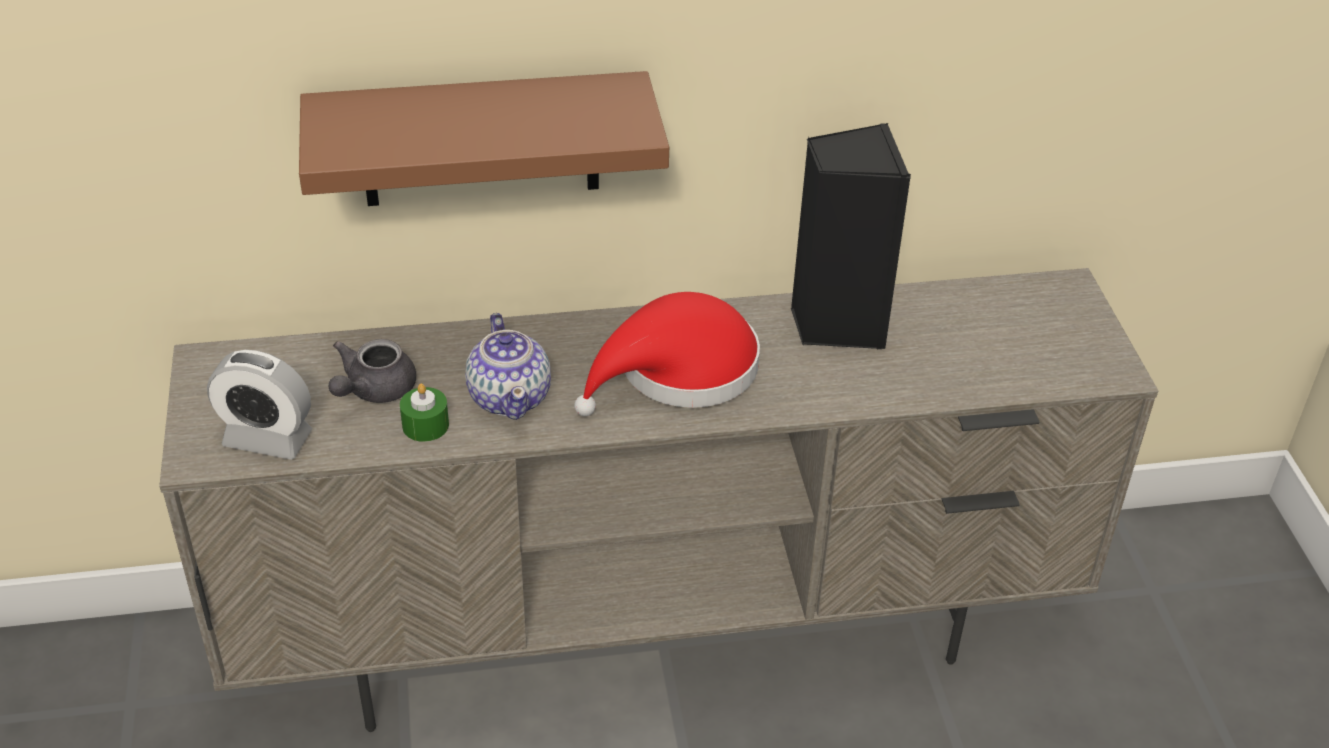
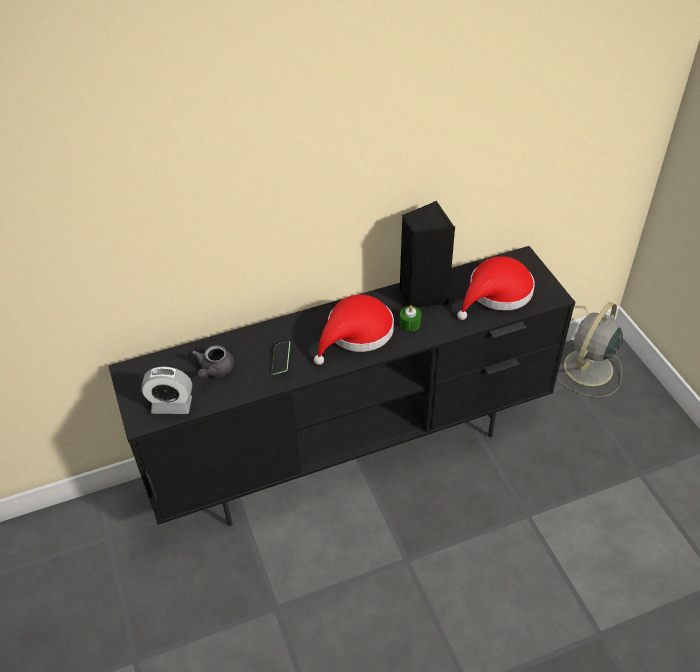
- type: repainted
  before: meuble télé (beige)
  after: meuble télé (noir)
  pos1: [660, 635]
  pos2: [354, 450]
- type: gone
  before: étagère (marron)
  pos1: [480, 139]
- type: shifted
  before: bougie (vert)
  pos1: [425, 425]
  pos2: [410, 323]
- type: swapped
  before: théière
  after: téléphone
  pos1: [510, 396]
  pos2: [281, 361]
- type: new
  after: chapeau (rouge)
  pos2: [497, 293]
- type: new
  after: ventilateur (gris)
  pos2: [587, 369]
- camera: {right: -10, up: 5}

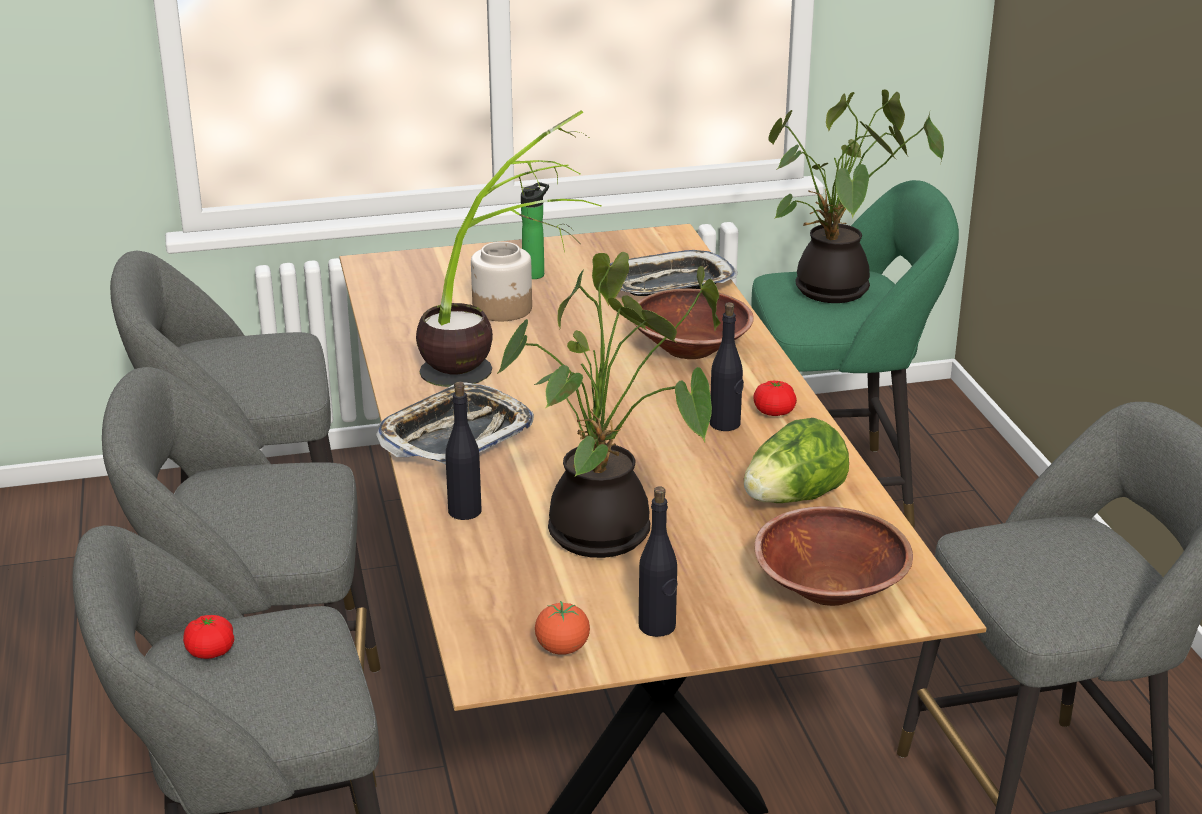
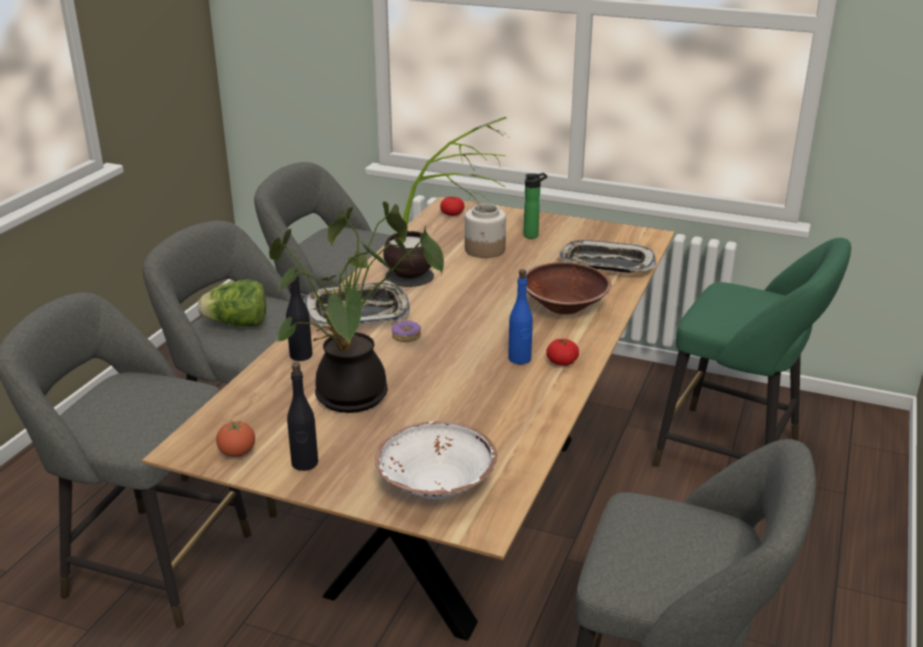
- type: shifted
  before: tomate
  pos1: [211, 651]
  pos2: [452, 214]
- type: repainted
  before: bouteille (noir)
  after: bouteille (bleu)
  pos1: [725, 424]
  pos2: [519, 359]
- type: shifted
  before: laitue
  pos1: [793, 499]
  pos2: [237, 324]
- type: repainted
  before: bol (marron)
  after: bol (blanc)
  pos1: [830, 588]
  pos2: [437, 485]
- type: gone
  before: plante en pot
  pos1: [834, 293]
- type: new
  after: beignet
  pos2: [406, 336]
- camera: {right: 35, up: 0}

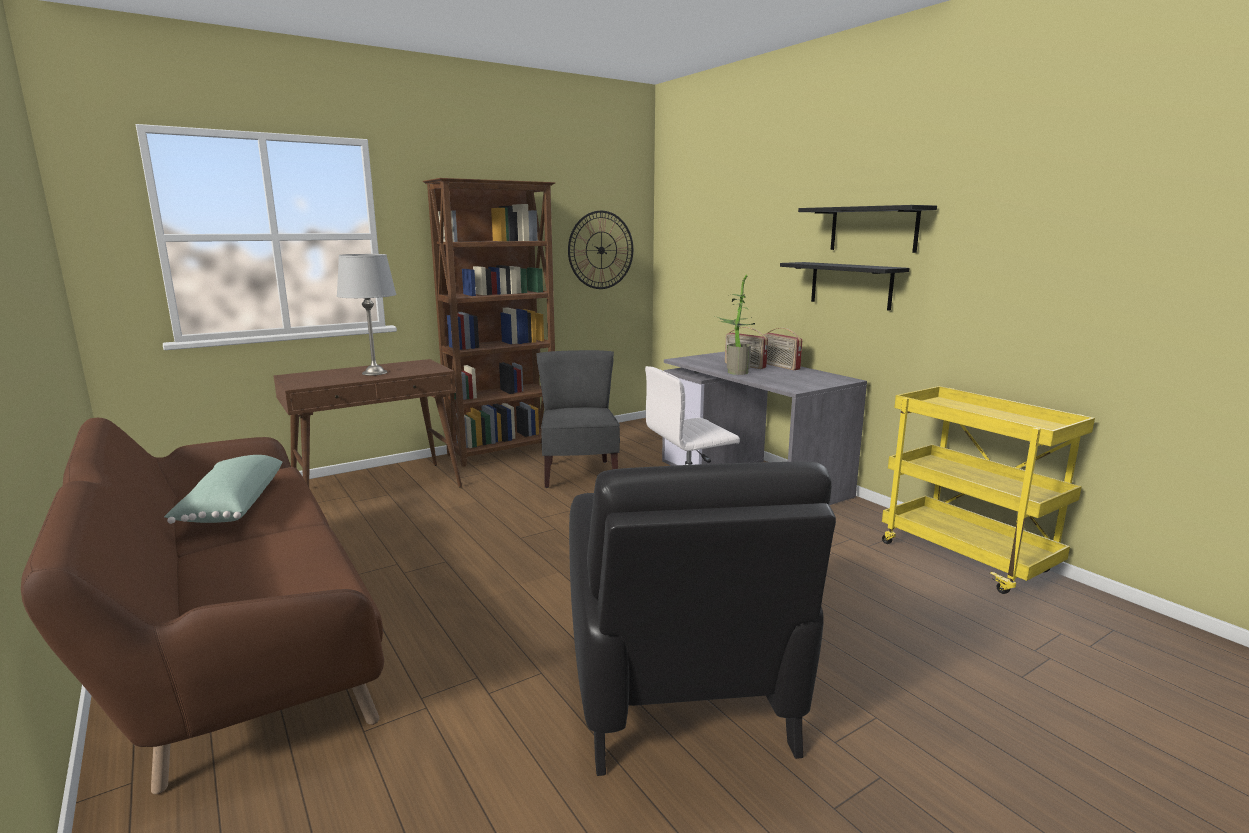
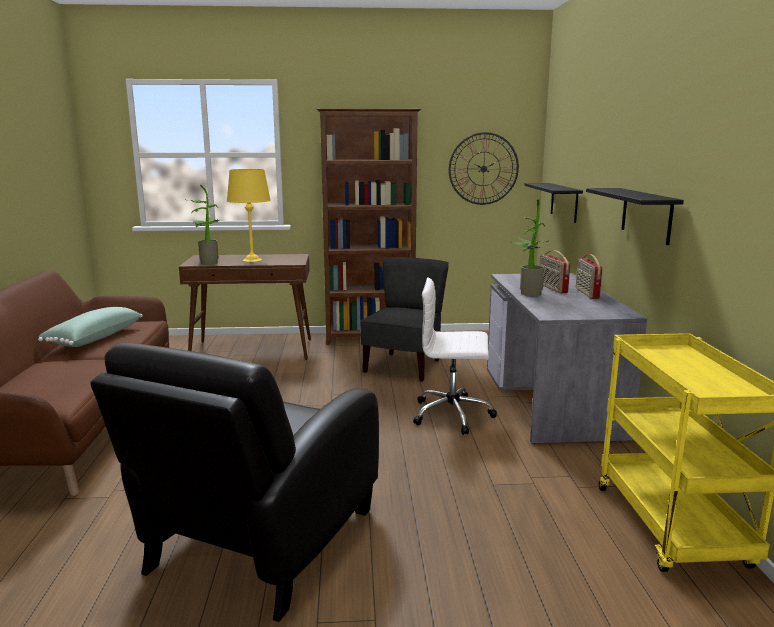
- type: repainted
  before: lampe de table (gris)
  after: lampe de table (jaune)
  pos1: [375, 373]
  pos2: [252, 260]
- type: shifted
  before: étagère (noir)
  pos1: [873, 229]
  pos2: [564, 202]
- type: new
  after: plante en pot
  pos2: [208, 262]
- camera: {right: 30, up: 0}

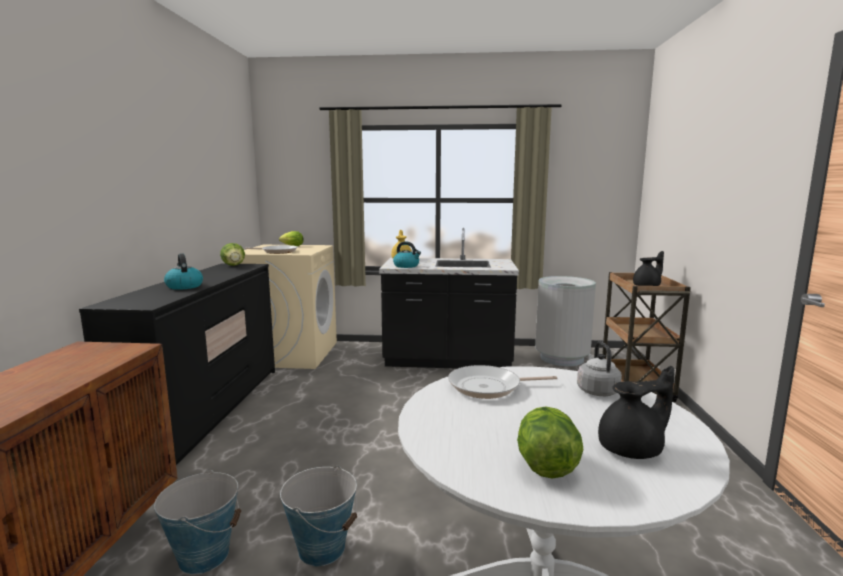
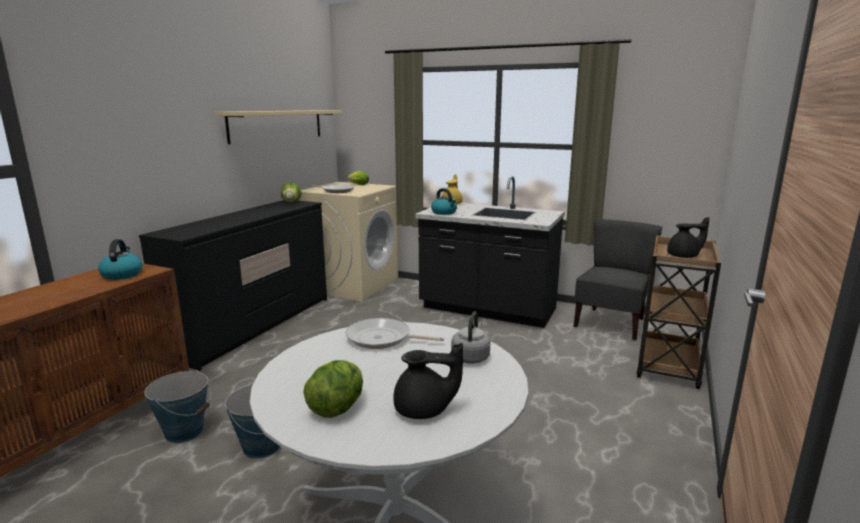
- type: shifted
  before: bouilloire
  pos1: [184, 286]
  pos2: [122, 274]
- type: swapped
  before: poubelle (gris)
  after: chaise (gris)
  pos1: [562, 358]
  pos2: [611, 323]
- type: new
  after: étagère (beige)
  pos2: [277, 125]
- camera: {right: 20, up: 5}

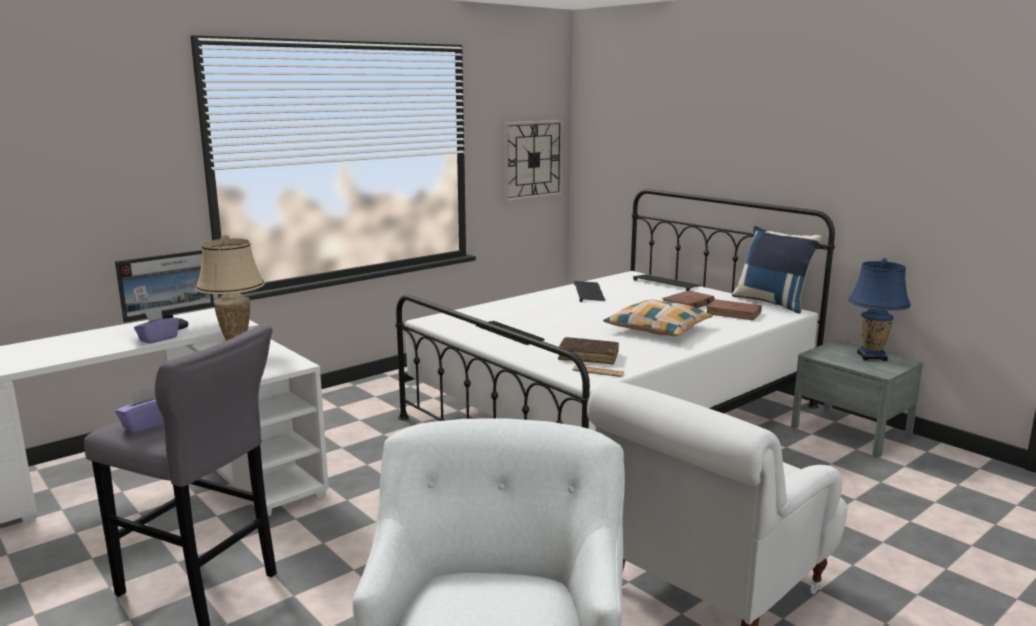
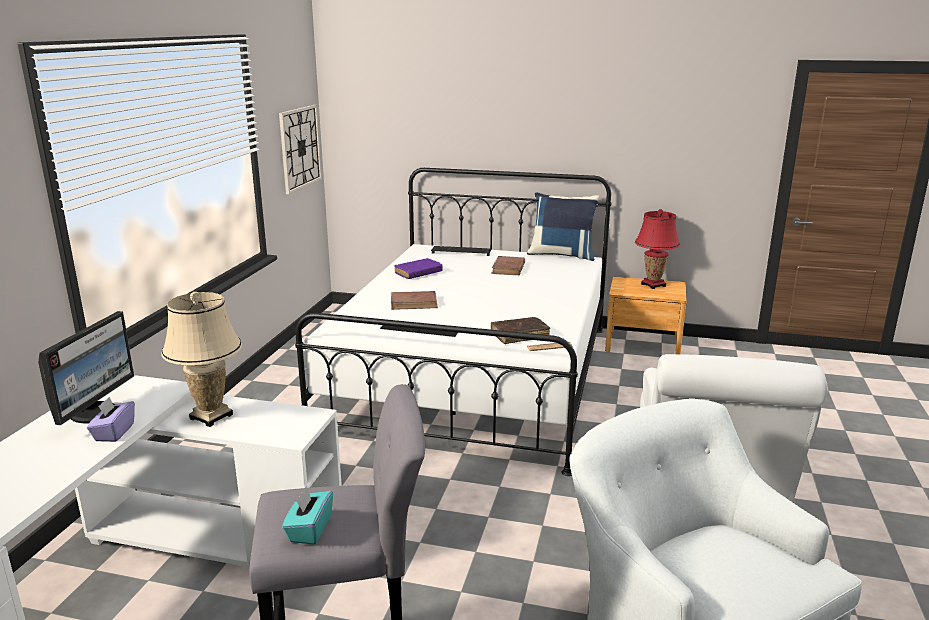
- type: repainted
  before: boîte à mouchoirs (violet)
  after: boîte à mouchoirs (turquoise)
  pos1: [147, 425]
  pos2: [309, 530]
- type: swapped
  before: clavier
  after: livre (violet)
  pos1: [589, 293]
  pos2: [418, 273]
- type: gone
  before: coussin
  pos1: [658, 329]
- type: shifted
  before: livre (marron)
  pos1: [733, 313]
  pos2: [414, 303]
- type: repainted
  before: table de chevet (gris)
  after: table de chevet (marron)
  pos1: [850, 431]
  pos2: [643, 344]
- type: repainted
  before: lampe de table (bleu)
  after: lampe de table (rouge)
  pos1: [872, 357]
  pos2: [653, 285]
- camera: {right: -35, up: 5}

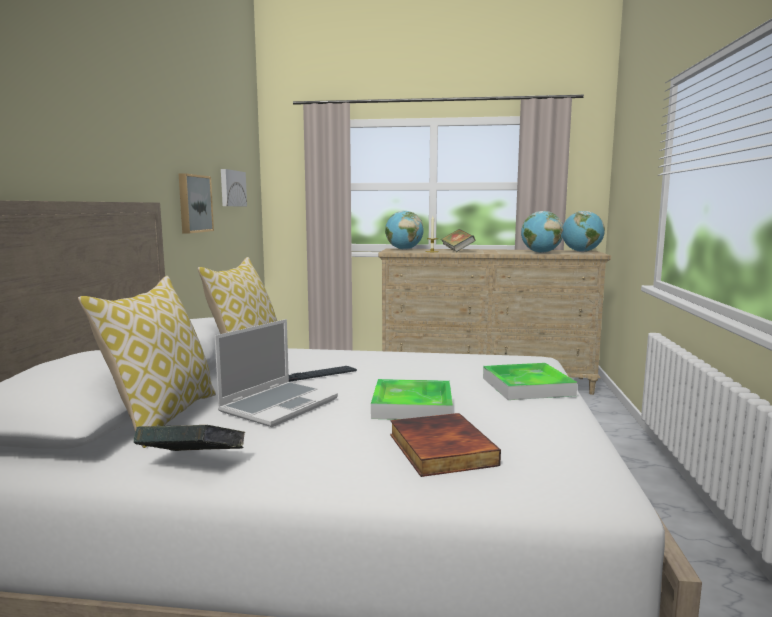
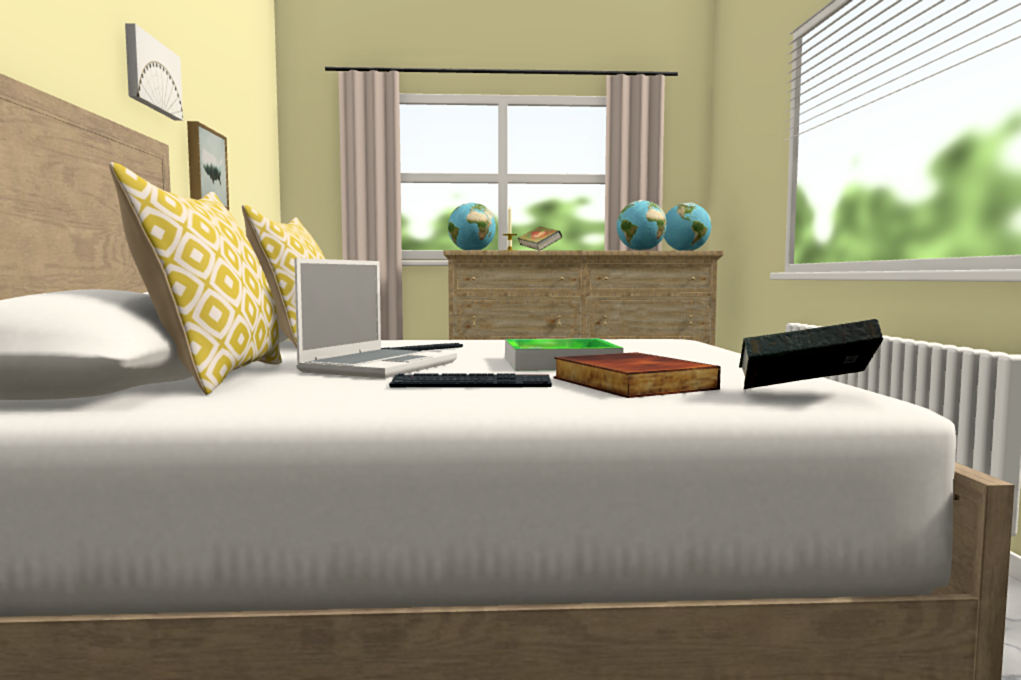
- type: shifted
  before: livre
  pos1: [192, 465]
  pos2: [803, 395]
- type: shifted
  before: tableau
  pos1: [232, 188]
  pos2: [151, 75]
- type: gone
  before: plateau
  pos1: [527, 386]
- type: new
  after: clavier
  pos2: [471, 384]
- camera: {right: -10, up: -5}

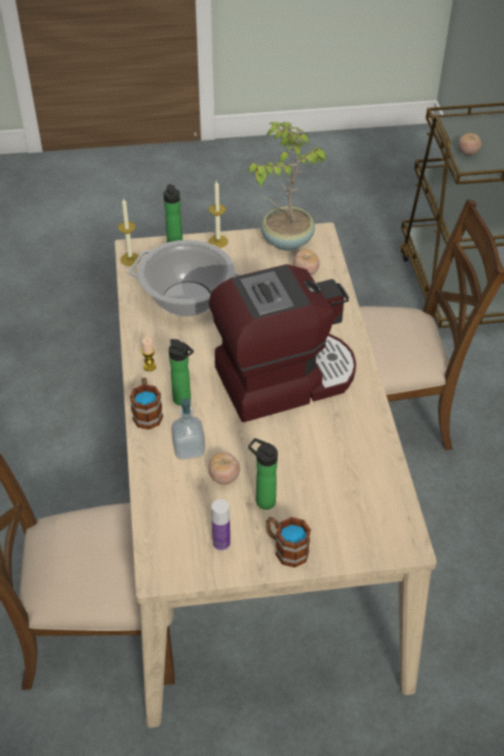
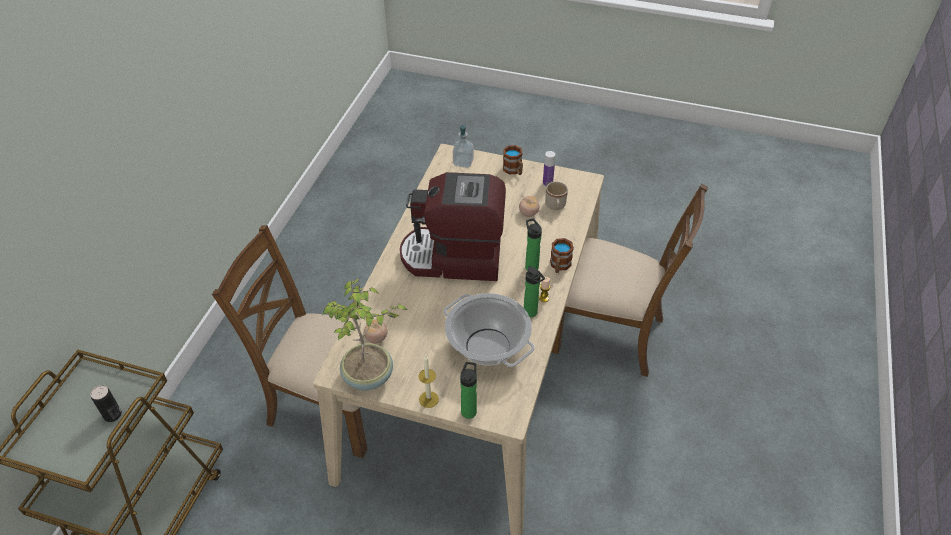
- type: gone
  before: bougie
  pos1: [130, 259]
- type: shifted
  before: distributeur de savon
  pos1: [189, 449]
  pos2: [463, 162]
- type: shifted
  before: bouteille
  pos1: [263, 500]
  pos2: [531, 313]
- type: swapped
  before: tomate
  after: boîte métallique
  pos1: [468, 152]
  pos2: [113, 415]
- type: new
  after: mug (beige)
  pos2: [555, 206]
- camera: {right: -155, up: 0}

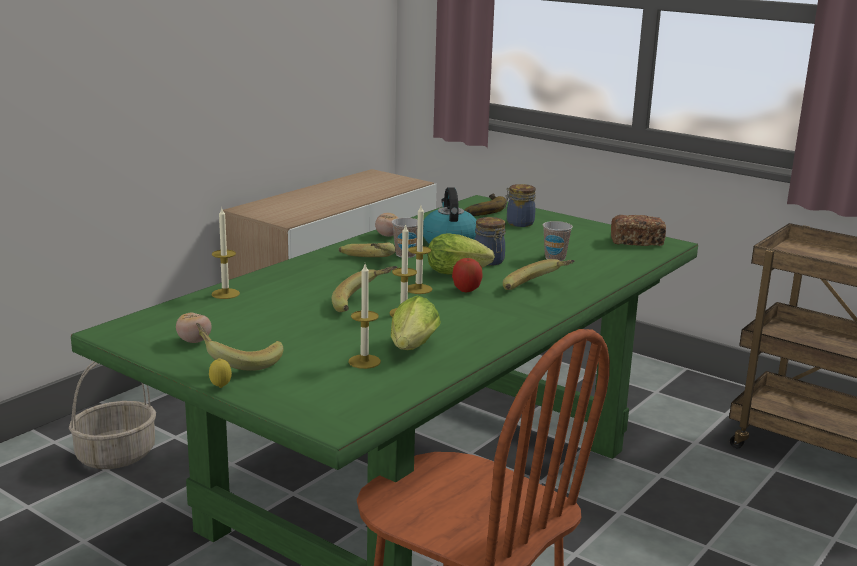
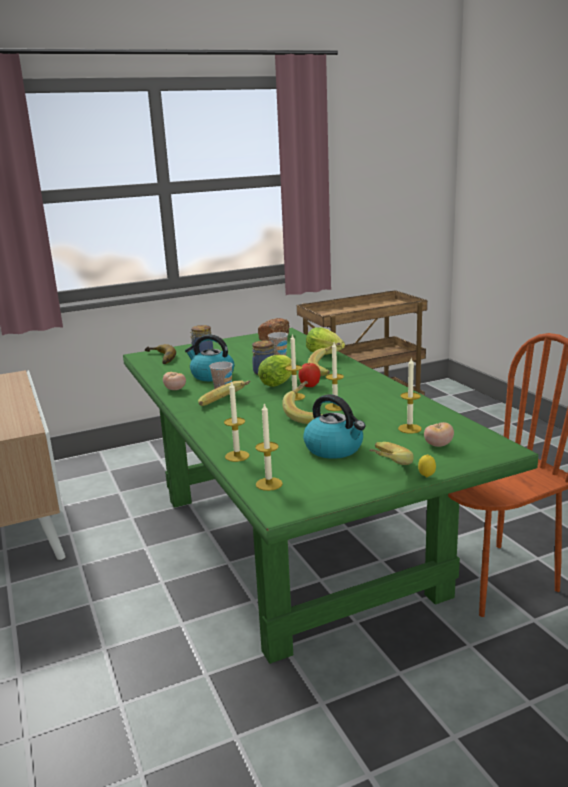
- type: gone
  before: panier
  pos1: [116, 455]
- type: shifted
  before: tomate
  pos1: [194, 341]
  pos2: [438, 445]
- type: shifted
  before: laitue
  pos1: [411, 349]
  pos2: [326, 354]
- type: new
  after: bougie
  pos2: [269, 484]
- type: new
  after: bouilloire
  pos2: [334, 449]
- camera: {right: -60, up: 0}

